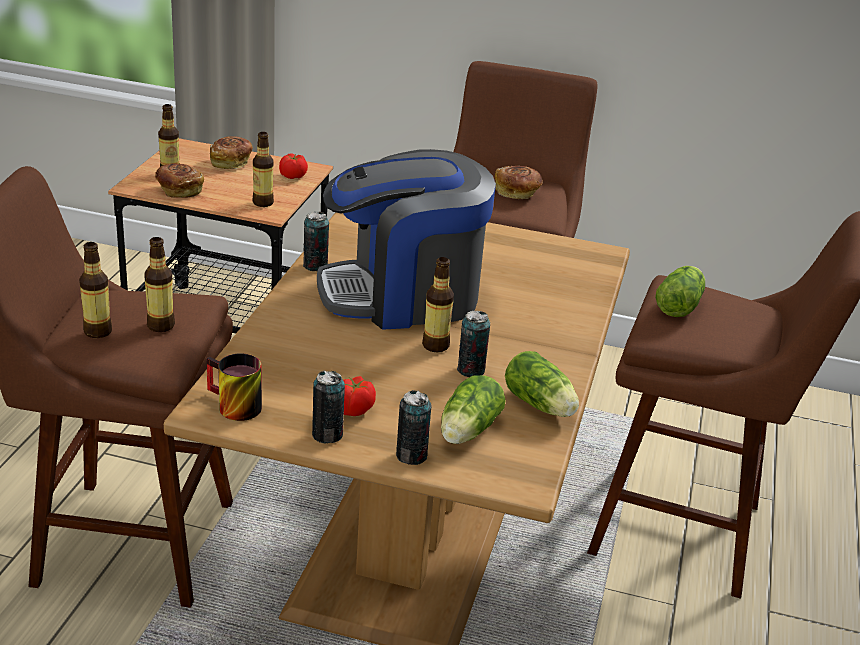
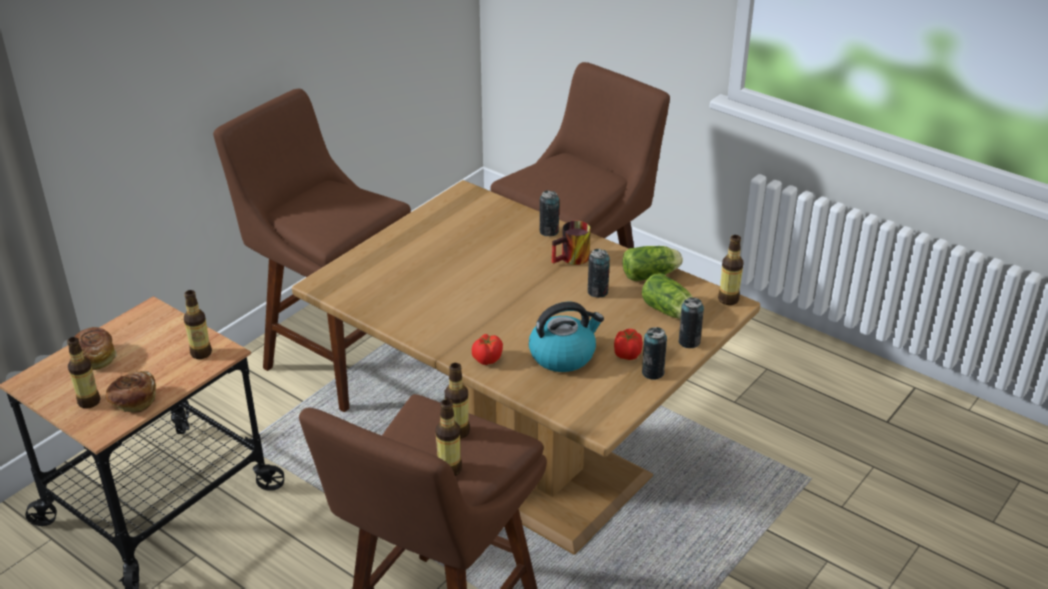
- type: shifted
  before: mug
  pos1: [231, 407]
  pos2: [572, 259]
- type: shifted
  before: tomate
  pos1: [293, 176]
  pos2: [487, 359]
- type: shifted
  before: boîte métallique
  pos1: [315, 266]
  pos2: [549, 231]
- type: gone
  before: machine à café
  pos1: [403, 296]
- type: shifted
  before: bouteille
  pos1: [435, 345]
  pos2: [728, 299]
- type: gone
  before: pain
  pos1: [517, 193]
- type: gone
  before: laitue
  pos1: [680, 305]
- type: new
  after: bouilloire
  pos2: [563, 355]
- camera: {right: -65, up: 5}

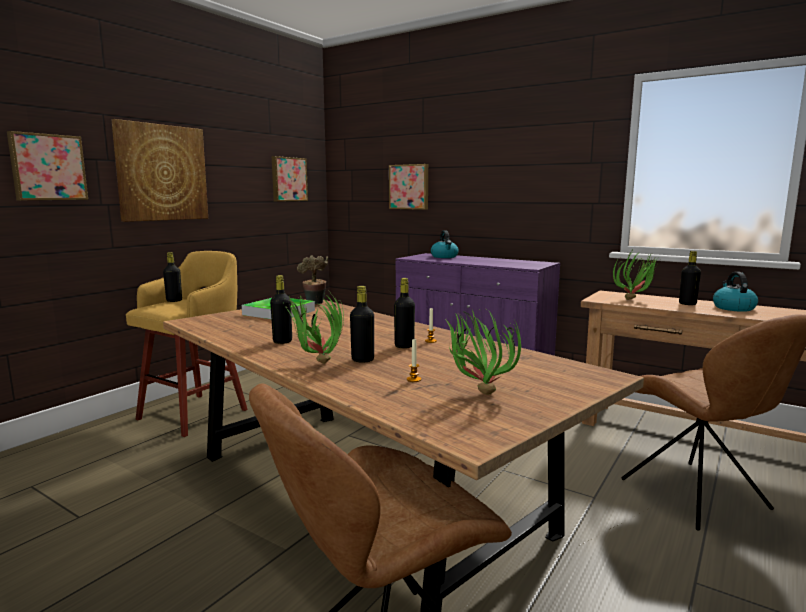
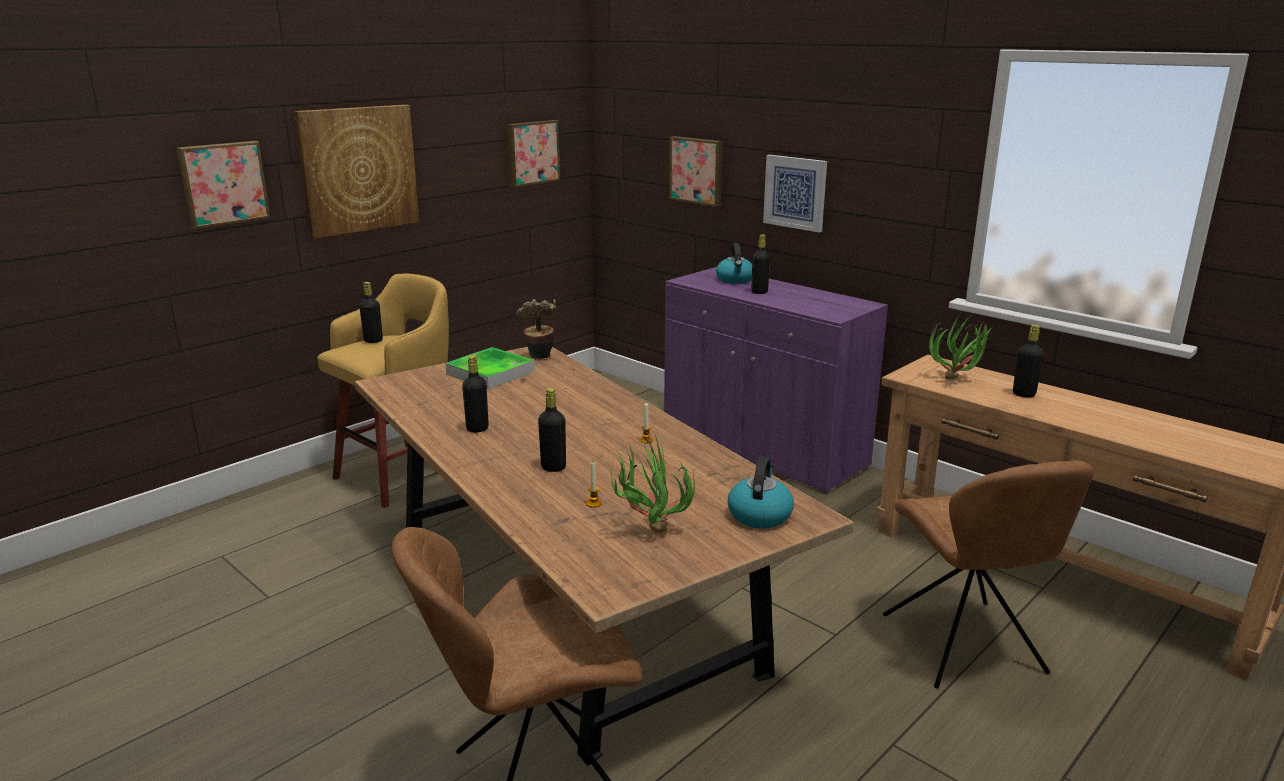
- type: gone
  before: plante en pot
  pos1: [316, 365]
- type: shifted
  before: bouteille (noir)
  pos1: [404, 346]
  pos2: [759, 292]
- type: shifted
  before: bouilloire
  pos1: [733, 308]
  pos2: [759, 514]
- type: new
  after: tableau
  pos2: [795, 192]
- camera: {right: 10, up: 10}

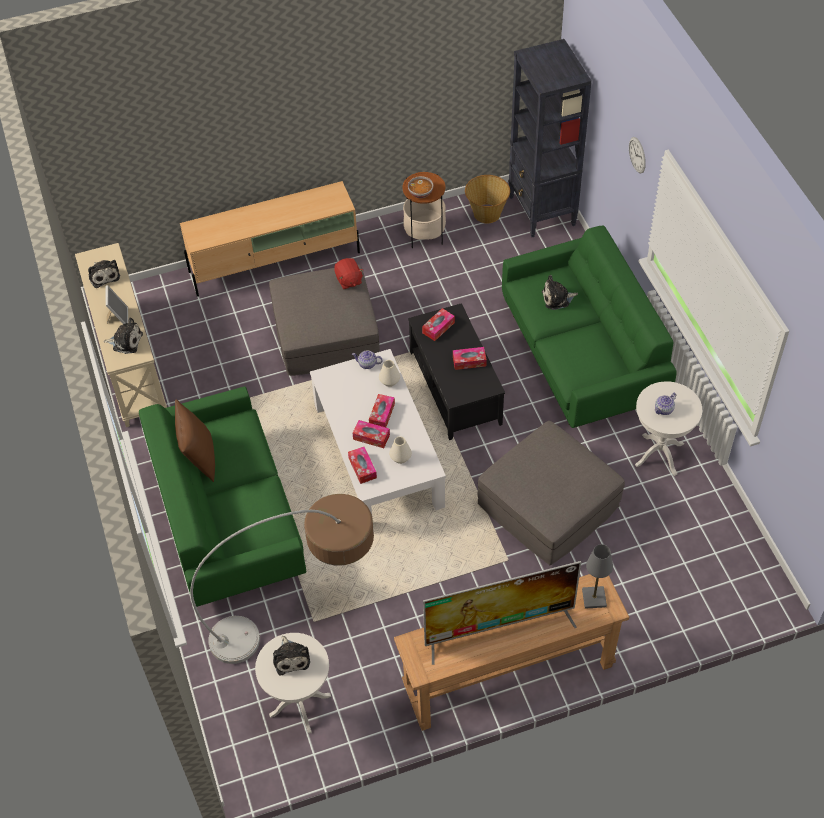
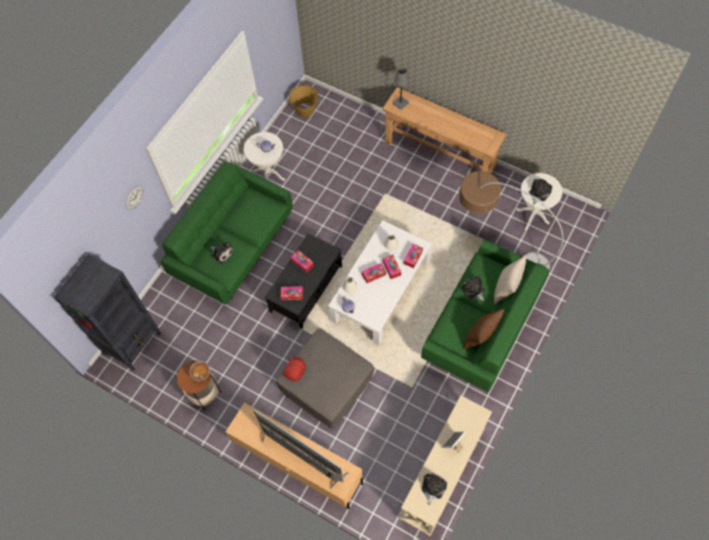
- type: shifted
  before: peluche
  pos1: [125, 341]
  pos2: [473, 290]
- type: shifted
  before: téléviseur
  pos1: [499, 629]
  pos2: [301, 456]
- type: shifted
  before: panier
  pos1: [486, 213]
  pos2: [305, 110]
- type: gone
  before: pouf (gris)
  pos1: [549, 505]
- type: new
  after: coussin (beige)
  pos2: [506, 288]
- camera: {right: -130, up: 10}

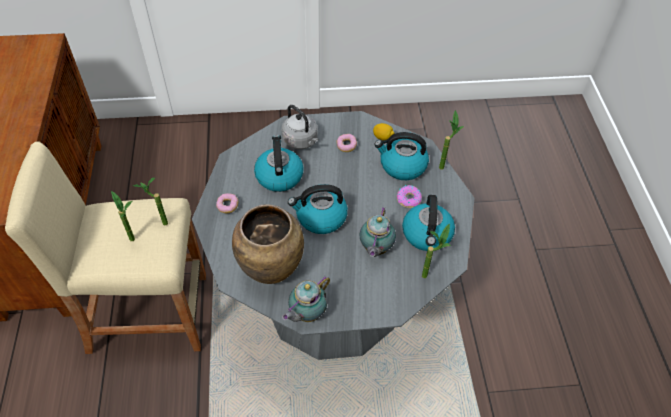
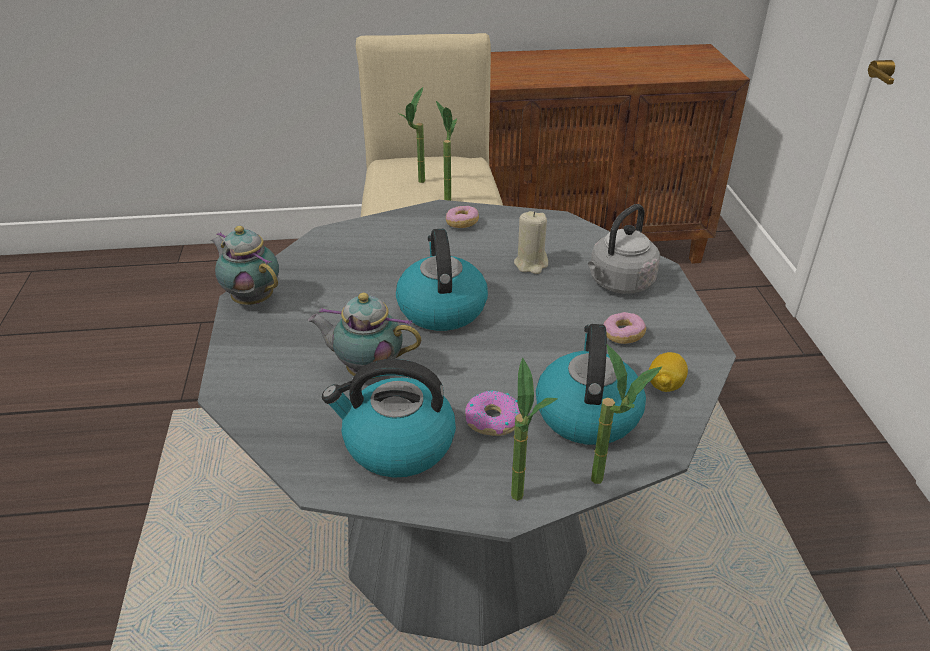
- type: gone
  before: vase (marron)
  pos1: [272, 270]
- type: swapped
  before: bouilloire
  after: bougie (beige)
  pos1: [279, 176]
  pos2: [531, 264]
- type: shifted
  before: plante en pot
  pos1: [429, 274]
  pos2: [523, 505]
- camera: {right: 90, up: -15}

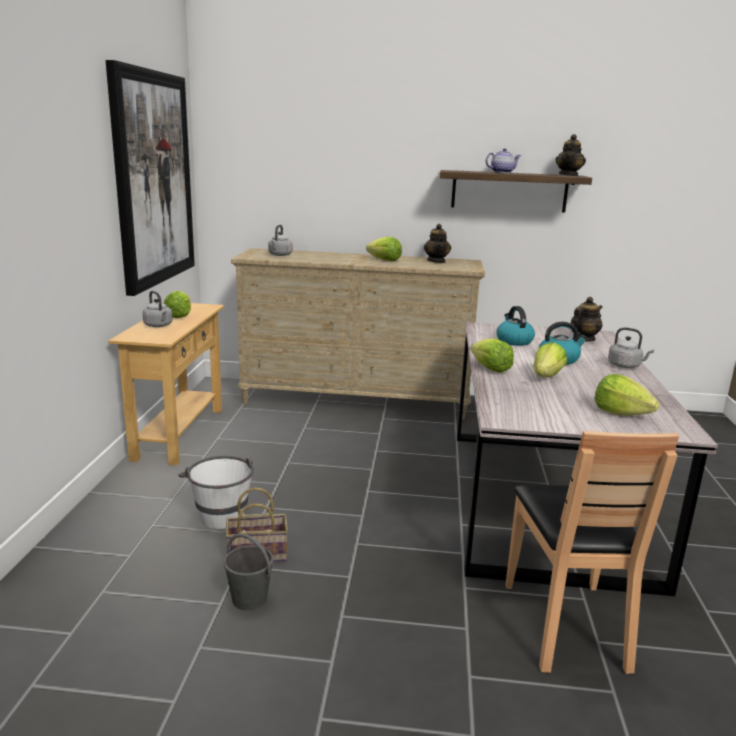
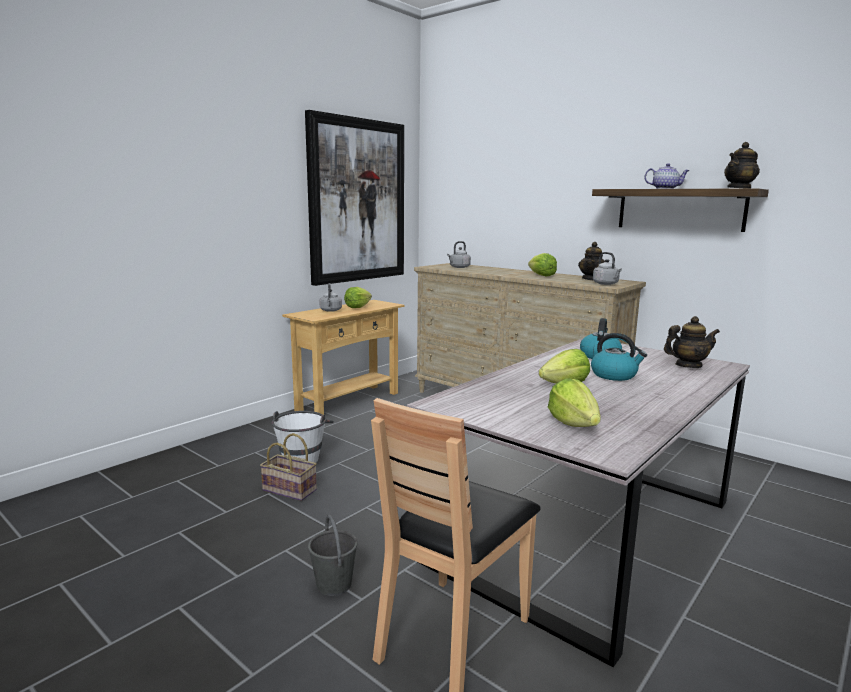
- type: shifted
  before: seau (gris)
  pos1: [249, 598]
  pos2: [334, 584]
- type: gone
  before: laitue
  pos1: [490, 369]
- type: shifted
  before: bouilloire (gris)
  pos1: [626, 366]
  pos2: [606, 284]
- camera: {right: 35, up: -5}

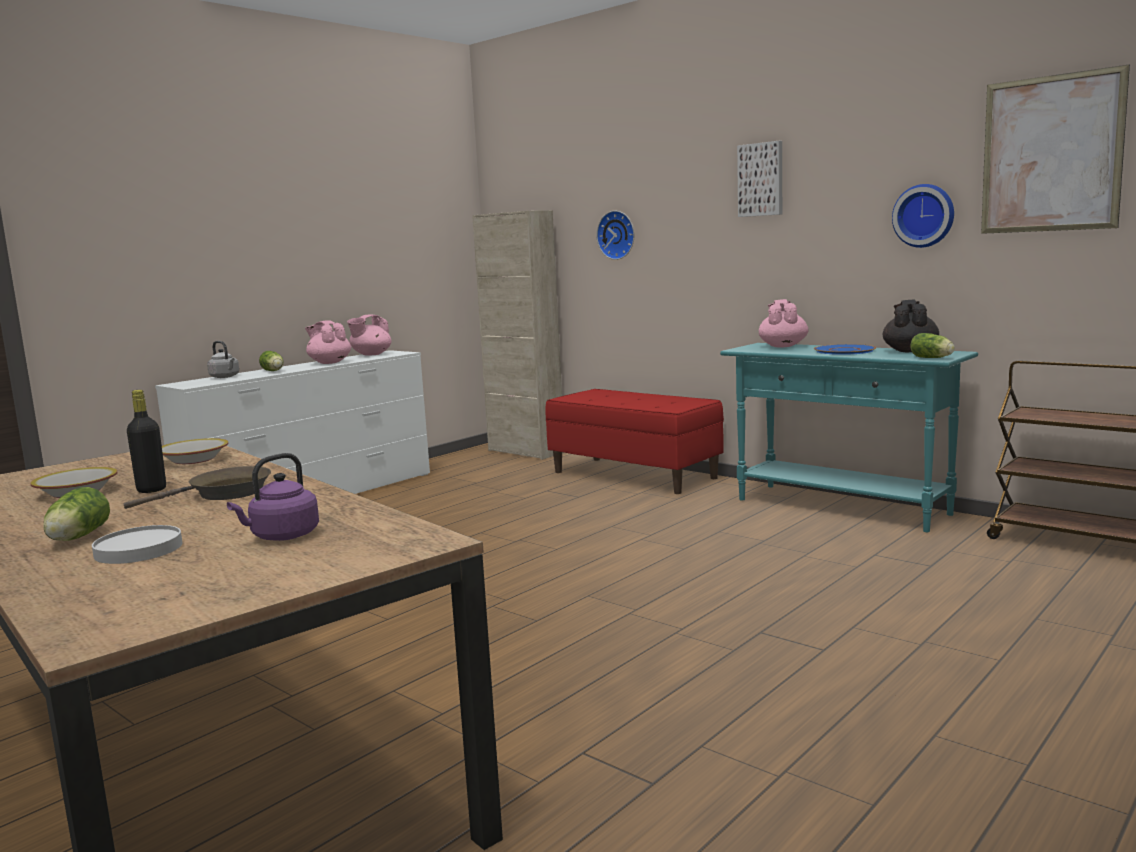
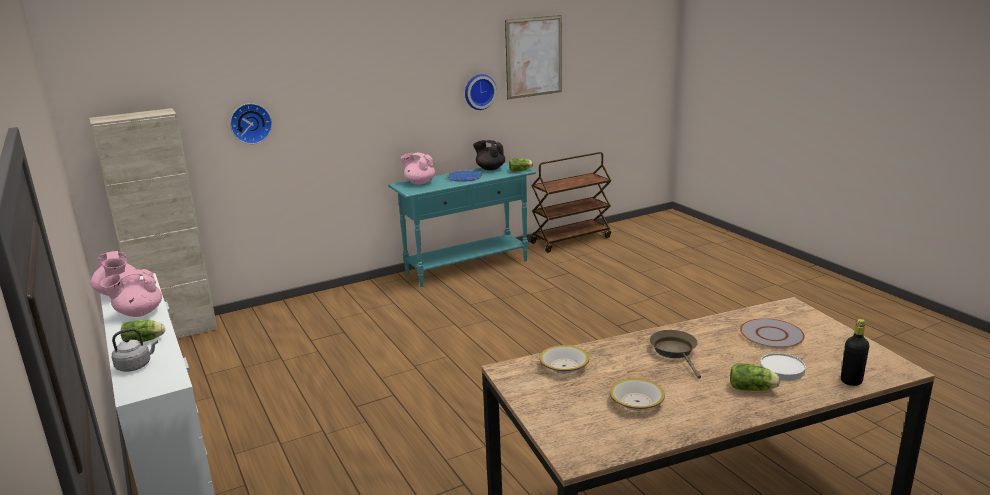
- type: shifted
  before: bouteille (noir)
  pos1: [151, 490]
  pos2: [851, 381]
- type: swapped
  before: bouilloire (violet)
  after: assiette (gris)
  pos1: [282, 536]
  pos2: [772, 335]
- type: gone
  before: banc (rouge)
  pos1: [634, 475]
- type: gone
  before: tableau
  pos1: [761, 179]
- camera: {right: -70, up: 10}

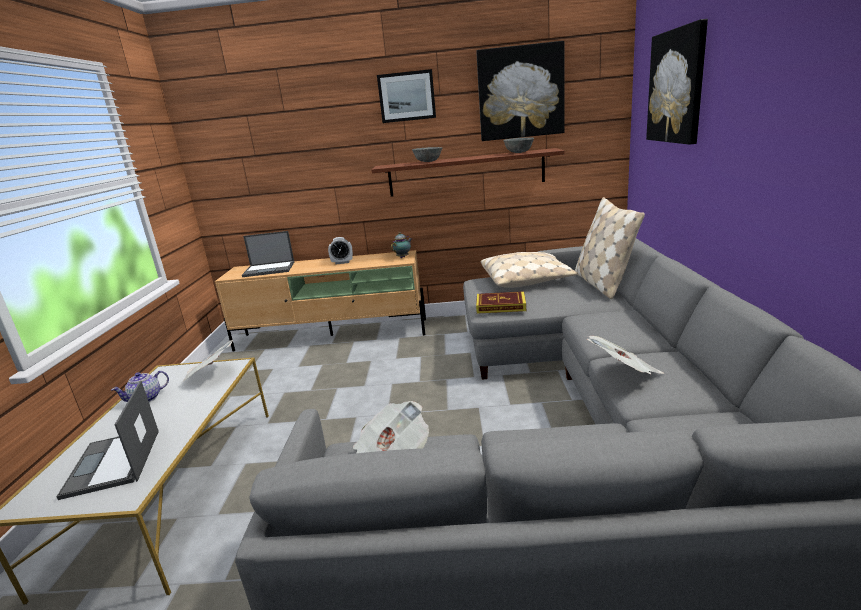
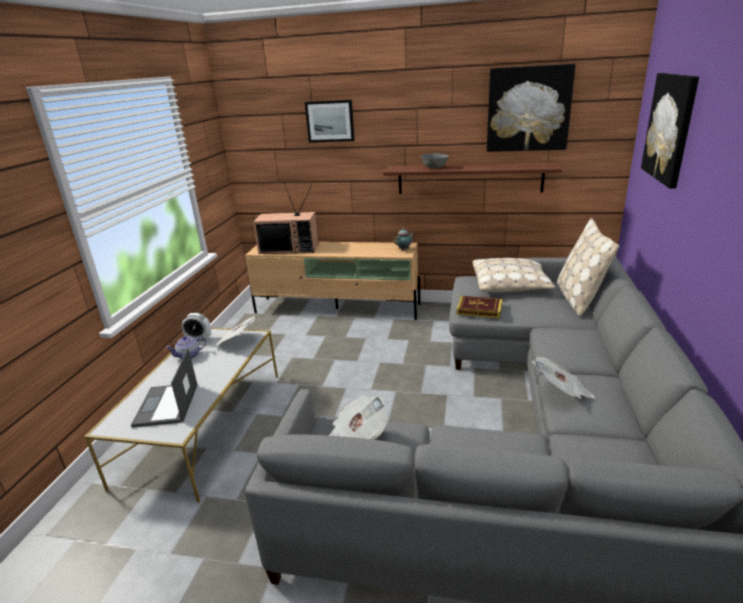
- type: swapped
  before: ordinateur portable
  after: téléviseur
  pos1: [270, 269]
  pos2: [290, 248]
- type: shifted
  before: réveil
  pos1: [342, 262]
  pos2: [199, 339]
- type: shifted
  before: tableau
  pos1: [407, 96]
  pos2: [330, 121]
- type: gone
  before: bol (gris)
  pos1: [519, 152]
- camera: {right: 10, up: 5}

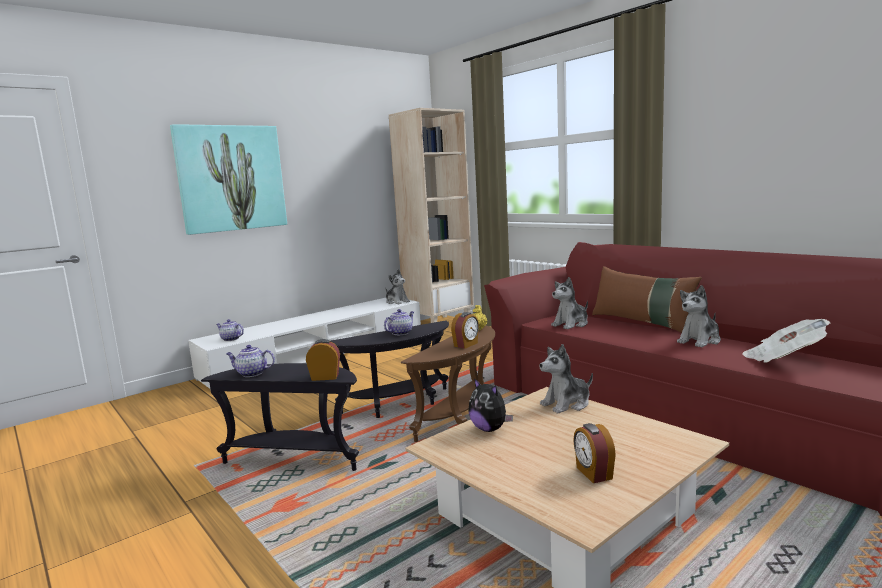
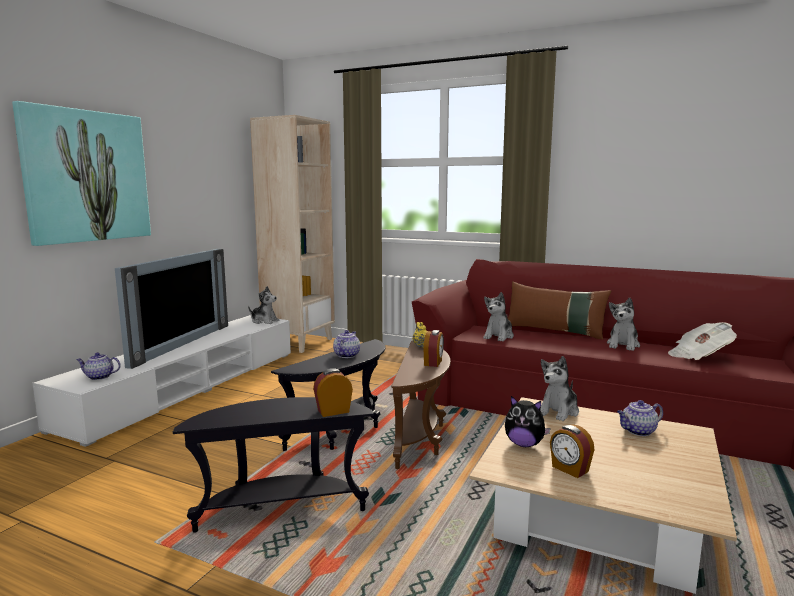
- type: shifted
  before: théière
  pos1: [251, 373]
  pos2: [638, 431]
- type: shifted
  before: réveil
  pos1: [593, 473]
  pos2: [569, 469]
- type: new
  after: téléviseur
  pos2: [178, 344]
- camera: {right: -25, up: 0}

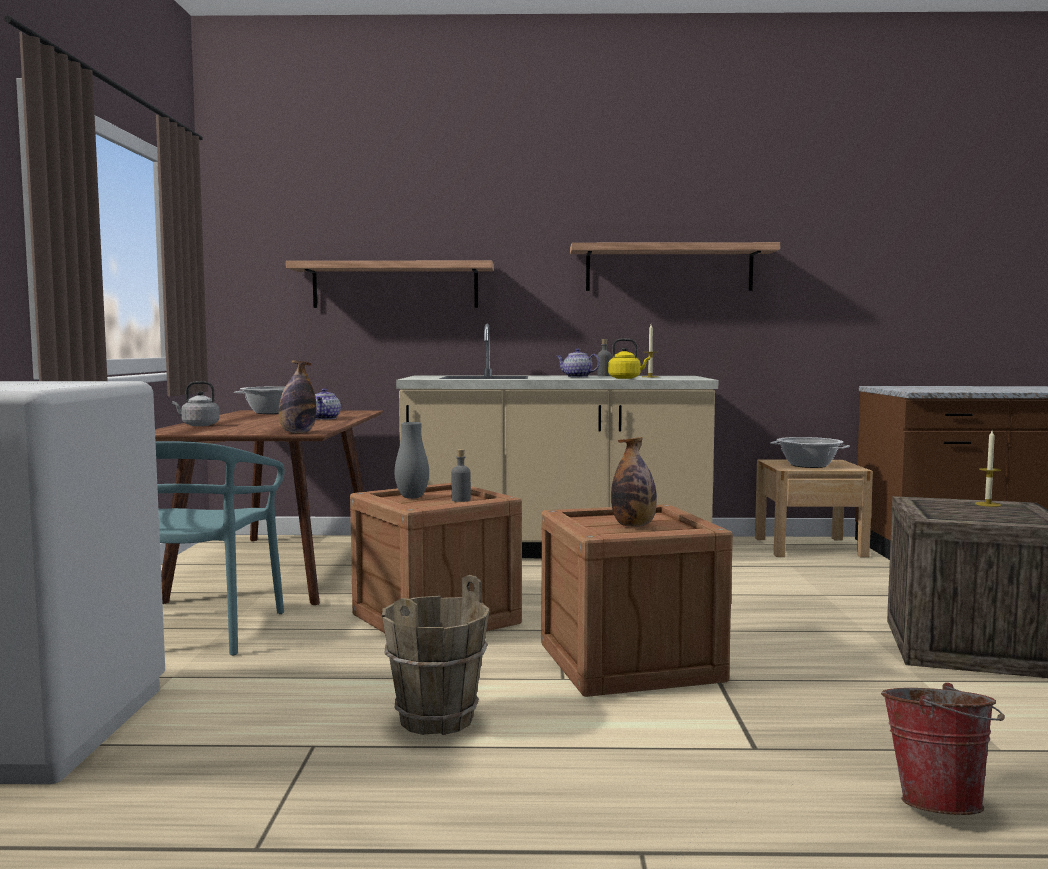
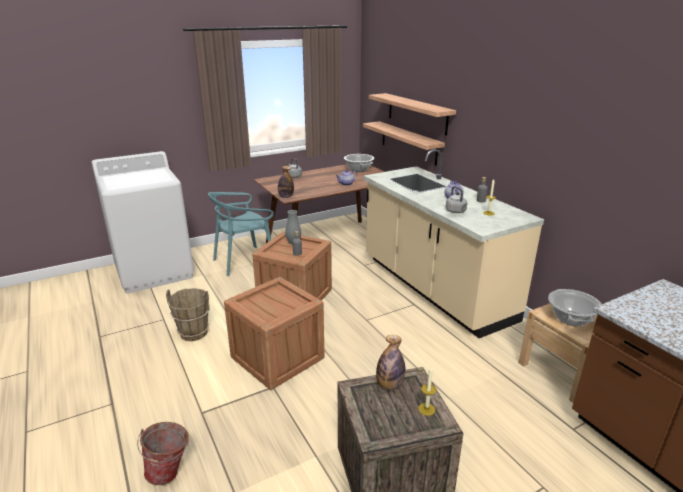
- type: shifted
  before: étagère
  pos1: [669, 268]
  pos2: [408, 142]
- type: repainted
  before: bouilloire (jaune)
  after: bouilloire (gris)
  pos1: [626, 378]
  pos2: [456, 211]
- type: shifted
  before: bouteille
  pos1: [634, 526]
  pos2: [389, 385]
- camera: {right: 60, up: 20}

